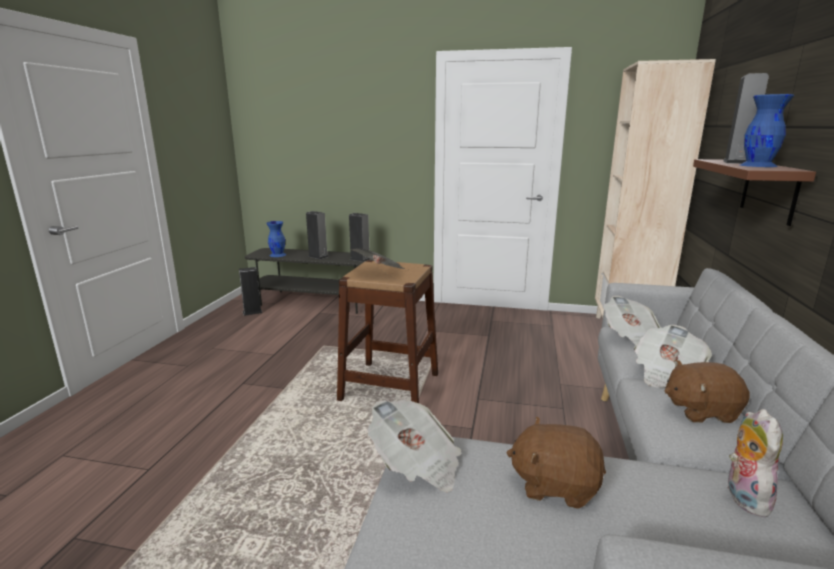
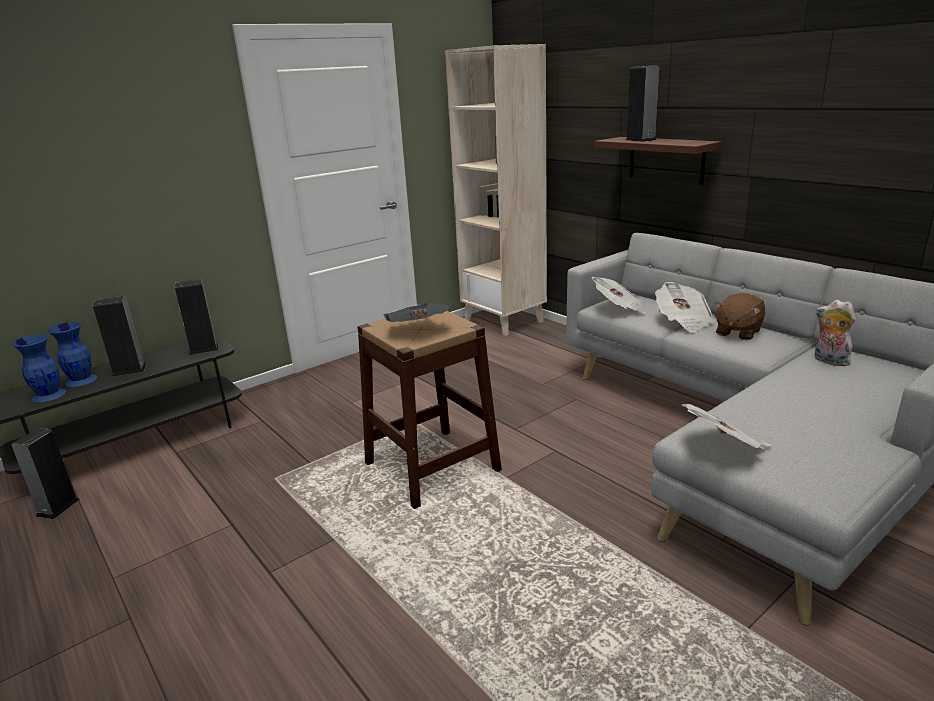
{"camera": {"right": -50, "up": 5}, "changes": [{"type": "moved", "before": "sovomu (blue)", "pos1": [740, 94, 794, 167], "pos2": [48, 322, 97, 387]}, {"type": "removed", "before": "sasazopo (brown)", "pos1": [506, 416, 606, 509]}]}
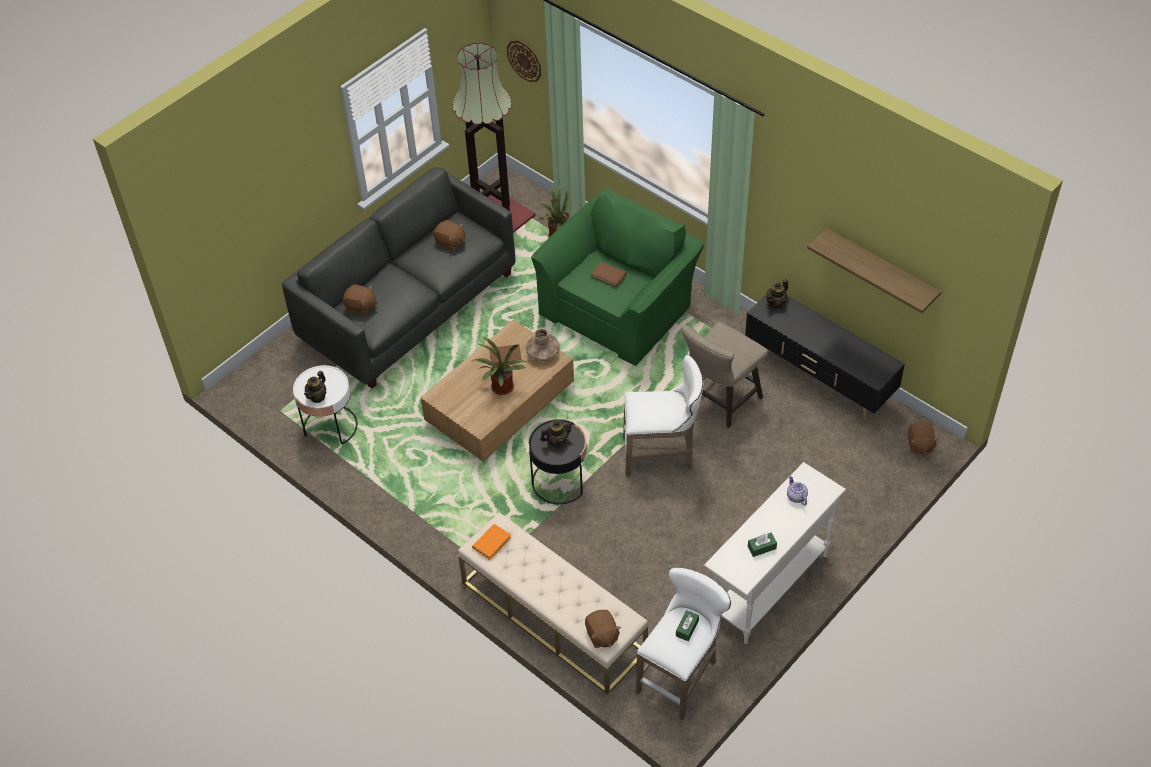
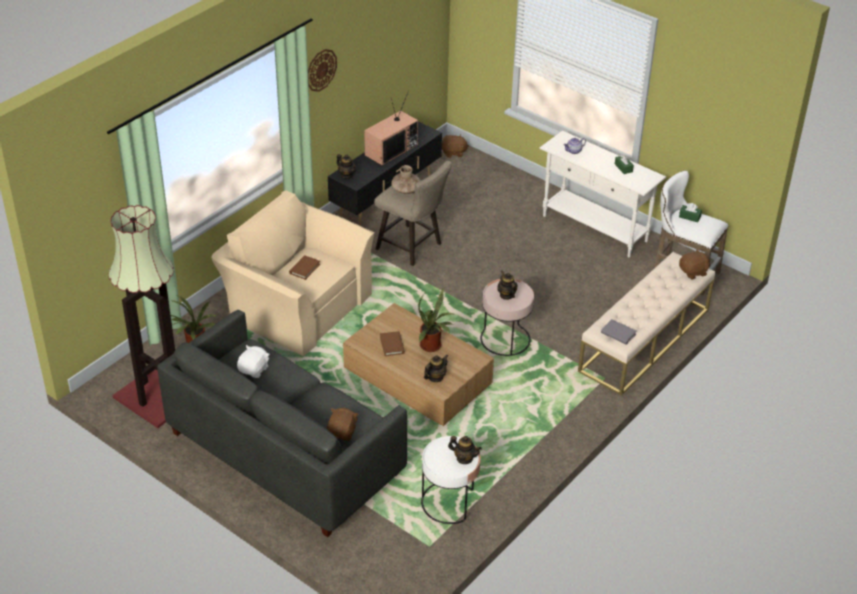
{"camera": {"right": -95, "up": -10}, "changes": [{"type": "recoloured", "before": "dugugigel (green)", "after": "dugugigel (beige)", "pos1": [531, 189, 704, 366], "pos2": [212, 191, 374, 356]}, {"type": "recoloured", "before": "sasazopo (brown)", "after": "sasazopo (white)", "pos1": [433, 220, 465, 251], "pos2": [237, 345, 270, 378]}, {"type": "moved", "before": "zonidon", "pos1": [507, 40, 541, 82], "pos2": [308, 49, 337, 92]}, {"type": "added", "after": "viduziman", "pos2": [364, 91, 418, 166]}, {"type": "moved", "before": "sovomu (brown)", "pos1": [526, 328, 560, 361], "pos2": [391, 165, 421, 194]}, {"type": "added", "after": "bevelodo", "pos2": [424, 355, 448, 382]}, {"type": "recoloured", "before": "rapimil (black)", "after": "rapimil (pink)", "pos1": [529, 419, 587, 504], "pos2": [480, 279, 534, 356]}, {"type": "recoloured", "before": "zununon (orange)", "after": "zununon (grey)", "pos1": [472, 524, 511, 560], "pos2": [601, 319, 637, 345]}, {"type": "removed", "before": "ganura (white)", "pos1": [623, 355, 703, 477]}, {"type": "removed", "before": "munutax", "pos1": [807, 228, 941, 313]}]}
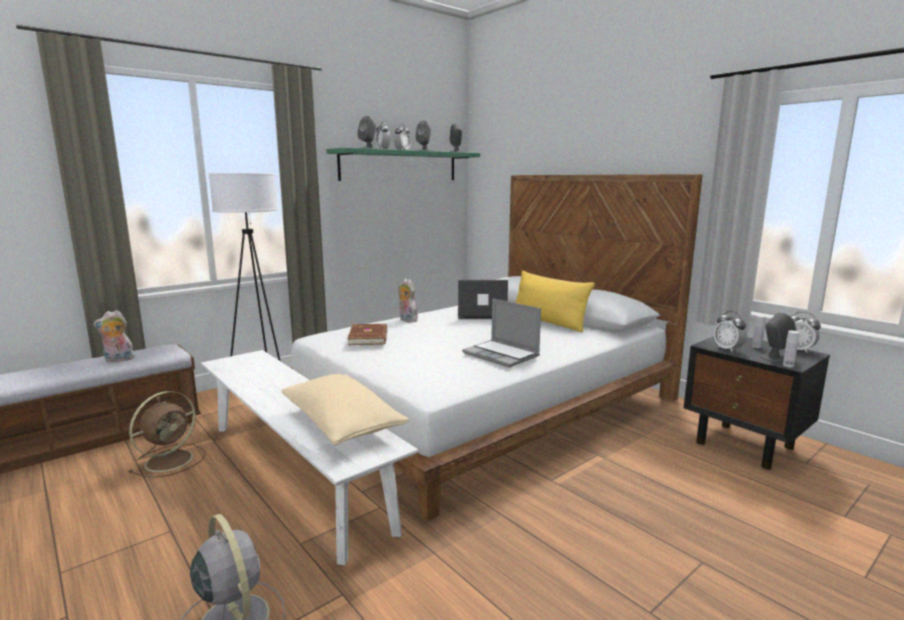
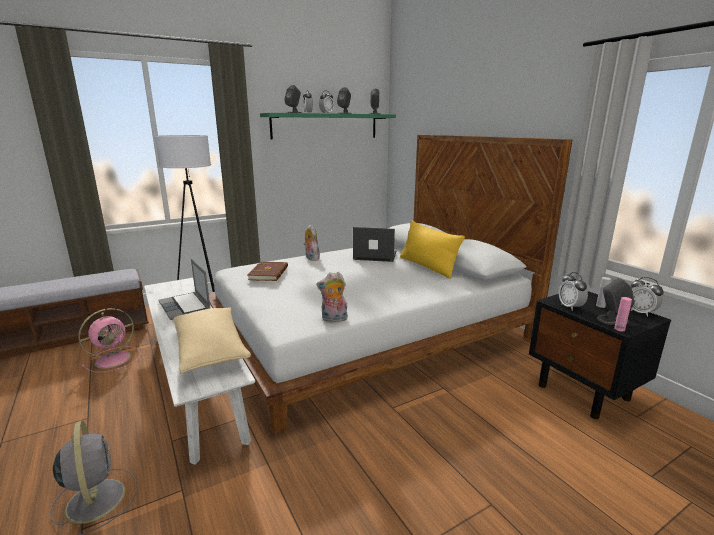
{"camera": {"right": 10, "up": 5}, "changes": [{"type": "recoloured", "before": "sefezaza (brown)", "after": "sefezaza (pink)", "pos1": [129, 391, 205, 478], "pos2": [78, 308, 141, 373]}, {"type": "moved", "before": "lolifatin", "pos1": [462, 298, 541, 368], "pos2": [158, 259, 210, 320]}, {"type": "moved", "before": "sasazopo", "pos1": [94, 310, 135, 362], "pos2": [316, 272, 348, 322]}, {"type": "recoloured", "before": "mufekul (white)", "after": "mufekul (pink)", "pos1": [783, 331, 799, 367], "pos2": [614, 297, 632, 332]}]}
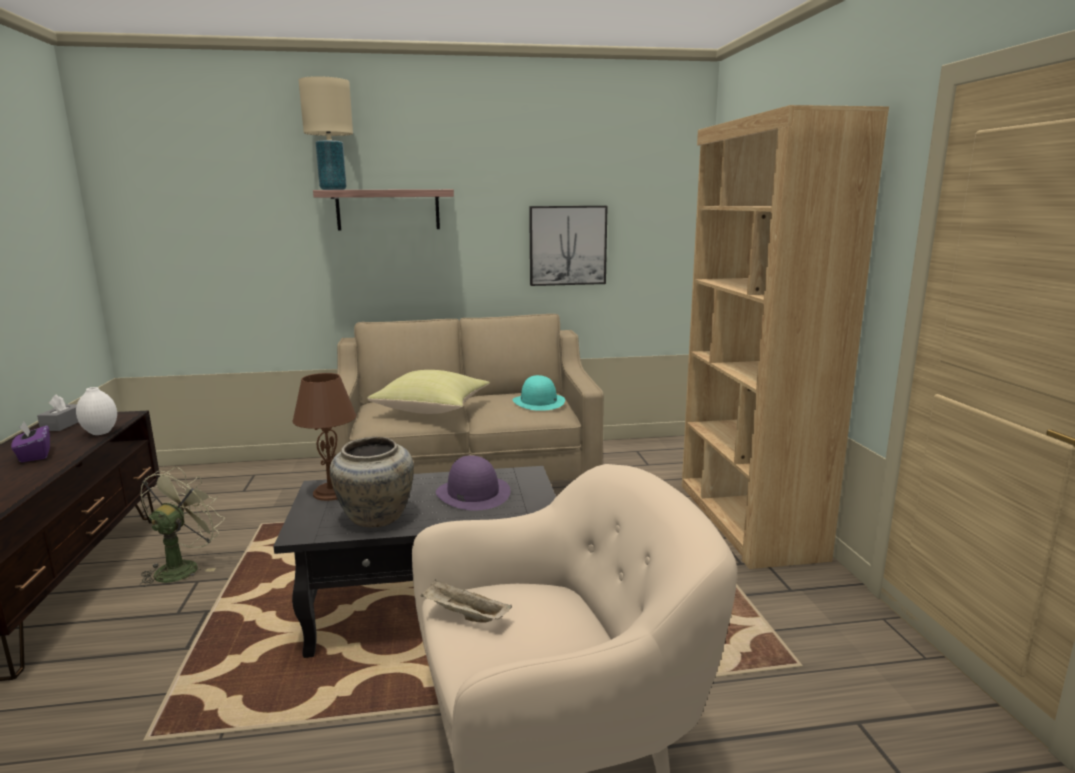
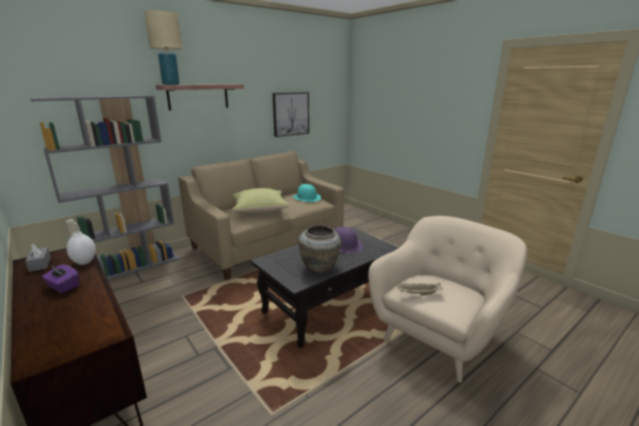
{"camera": {"right": -30, "up": 5}, "changes": [{"type": "added", "after": "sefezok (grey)", "pos2": [30, 95, 180, 280]}, {"type": "removed", "before": "sefezaza (green)", "pos1": [140, 466, 225, 587]}, {"type": "removed", "before": "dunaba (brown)", "pos1": [292, 373, 356, 501]}, {"type": "removed", "before": "sefezok (brown)", "pos1": [682, 105, 889, 569]}]}
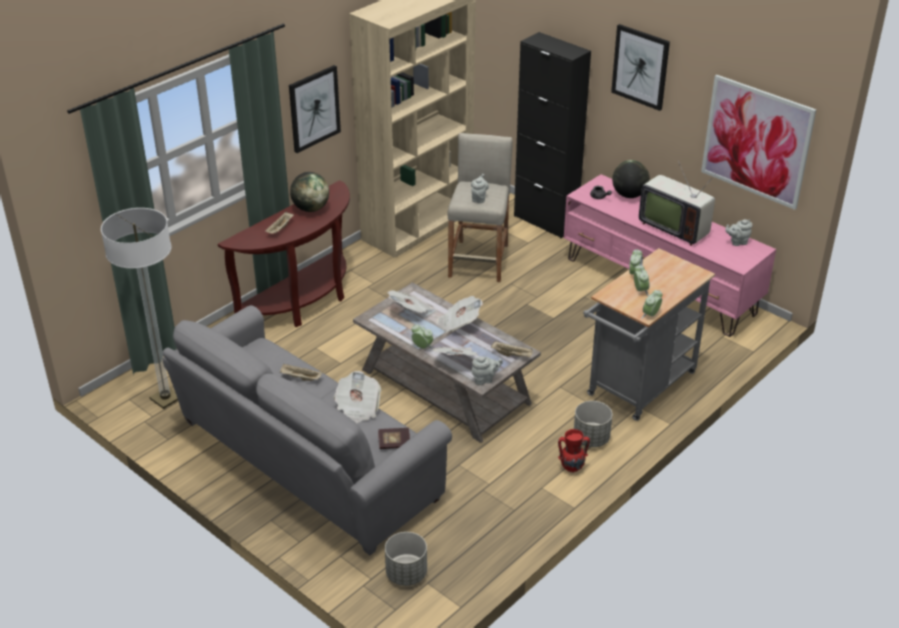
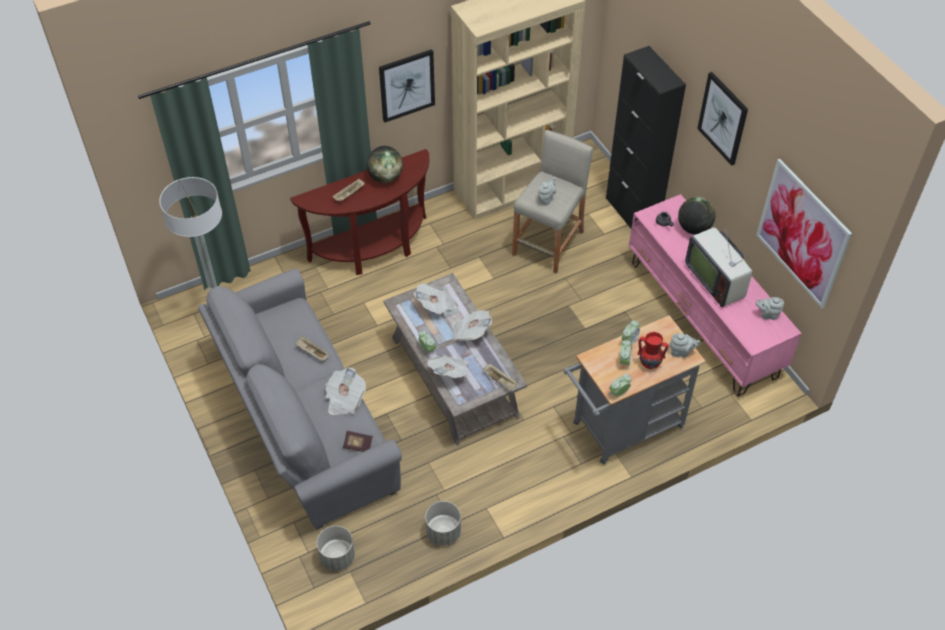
{"camera": {"right": 20, "up": 15}, "changes": [{"type": "moved", "before": "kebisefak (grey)", "pos1": [574, 401, 612, 447], "pos2": [425, 501, 461, 546]}, {"type": "moved", "before": "sovomu (red)", "pos1": [558, 429, 590, 473], "pos2": [638, 332, 669, 369]}, {"type": "moved", "before": "bevelodo (grey)", "pos1": [472, 356, 503, 385], "pos2": [670, 333, 701, 357]}]}
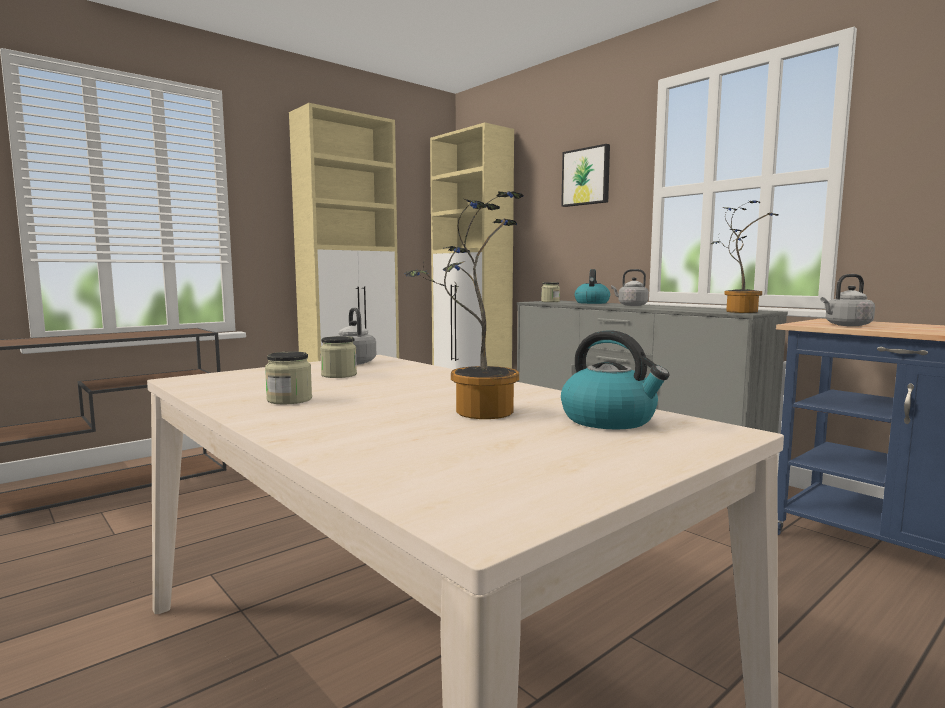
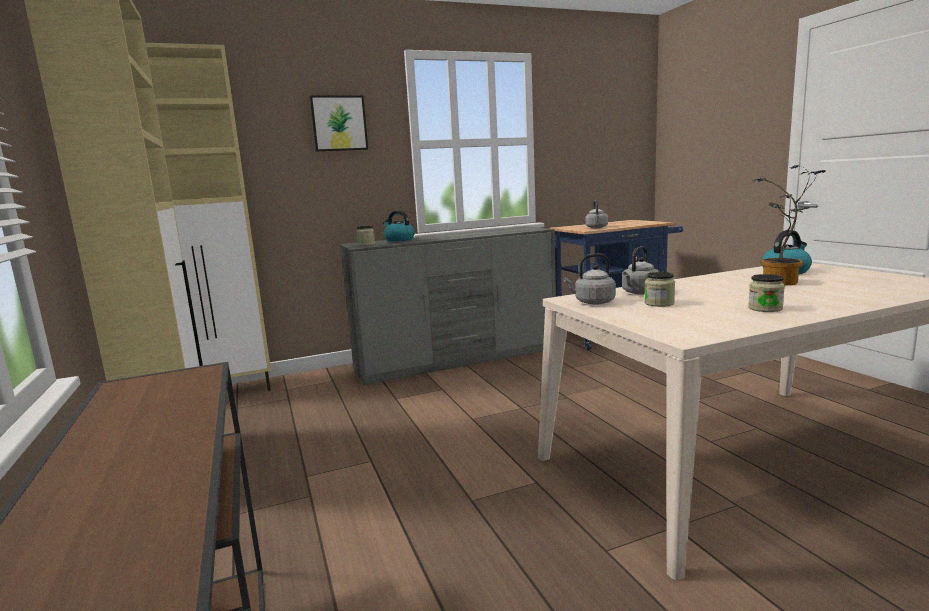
{"camera": {"right": -70, "up": 5}, "changes": [{"type": "moved", "before": "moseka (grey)", "pos1": [611, 269, 649, 306], "pos2": [622, 246, 659, 295]}, {"type": "removed", "before": "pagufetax", "pos1": [711, 200, 779, 313]}]}
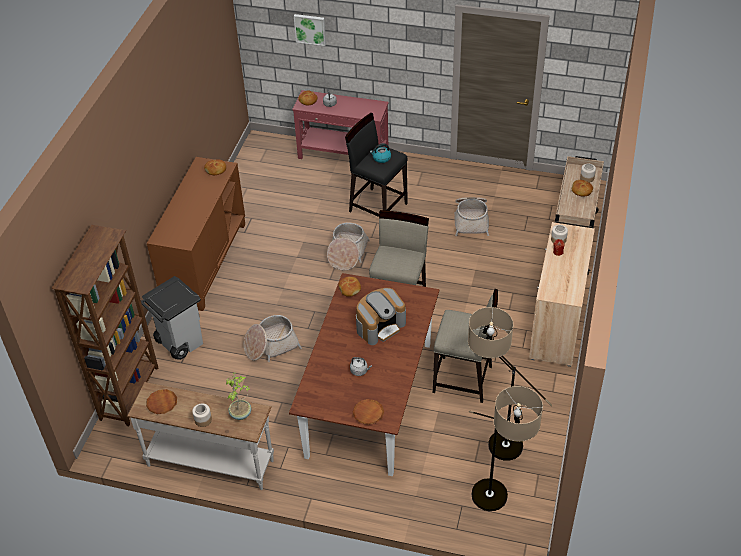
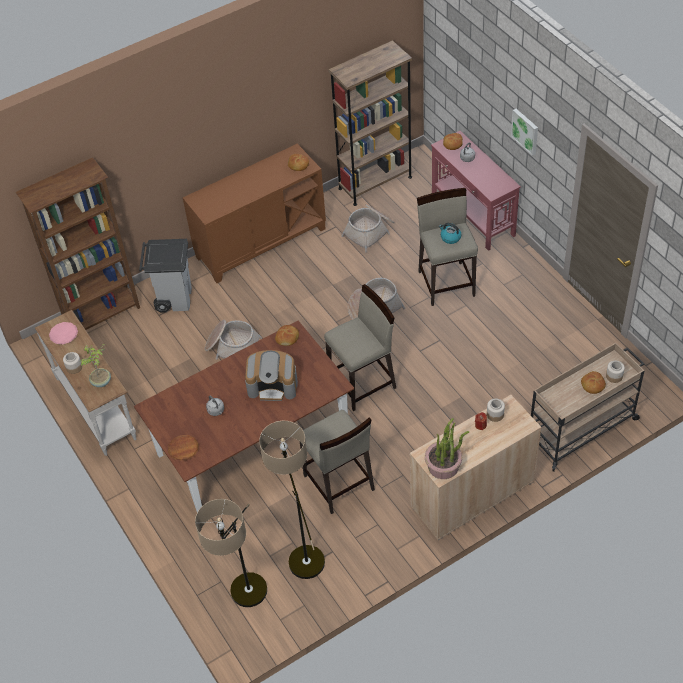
{"camera": {"right": 45, "up": 5}, "changes": [{"type": "recoloured", "before": "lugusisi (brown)", "after": "lugusisi (pink)", "pos1": [146, 389, 177, 414], "pos2": [49, 322, 78, 344]}, {"type": "added", "after": "sefezok (brown)", "pos2": [328, 40, 412, 206]}, {"type": "moved", "before": "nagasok", "pos1": [454, 197, 489, 236], "pos2": [341, 205, 394, 253]}, {"type": "recoloured", "before": "ganura (black)", "after": "ganura (beige)", "pos1": [345, 113, 408, 217], "pos2": [417, 188, 478, 306]}, {"type": "added", "after": "pagufetax", "pos2": [425, 418, 470, 479]}, {"type": "moved", "before": "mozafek", "pos1": [294, 14, 326, 46], "pos2": [511, 109, 538, 156]}]}
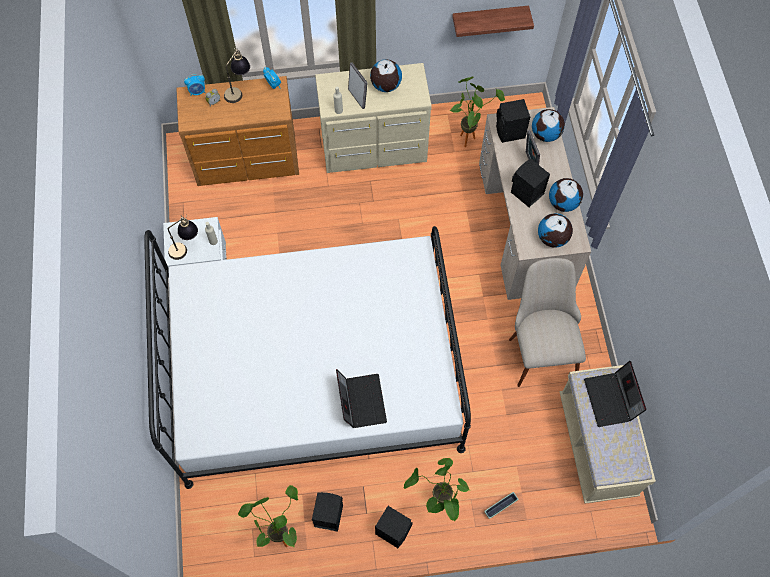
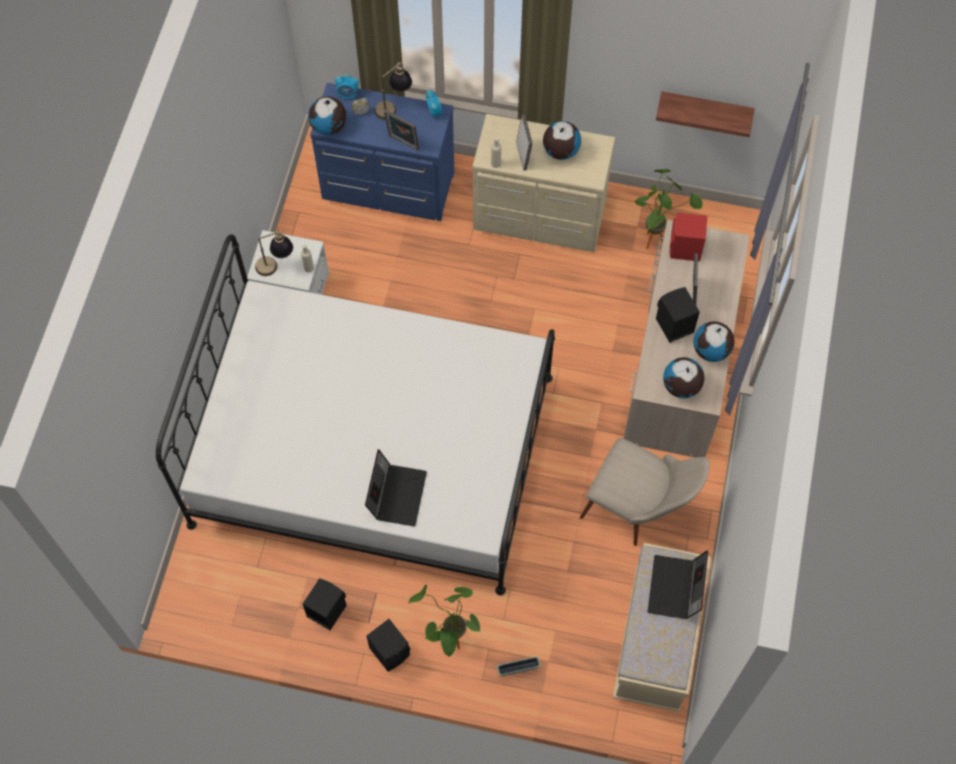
{"camera": {"right": 20, "up": 0}, "changes": [{"type": "moved", "before": "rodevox", "pos1": [532, 109, 565, 142], "pos2": [308, 96, 346, 135]}, {"type": "recoloured", "before": "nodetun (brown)", "after": "nodetun (blue)", "pos1": [176, 76, 299, 186], "pos2": [310, 83, 454, 221]}, {"type": "added", "after": "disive", "pos2": [384, 110, 419, 151]}, {"type": "turned", "before": "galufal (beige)", "pos1": [509, 258, 586, 387], "pos2": [580, 438, 710, 546], "turn": 105}, {"type": "recoloured", "before": "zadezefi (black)", "after": "zadezefi (red)", "pos1": [496, 99, 530, 143], "pos2": [670, 213, 707, 262]}, {"type": "removed", "before": "pagufetax", "pos1": [238, 485, 298, 547]}]}
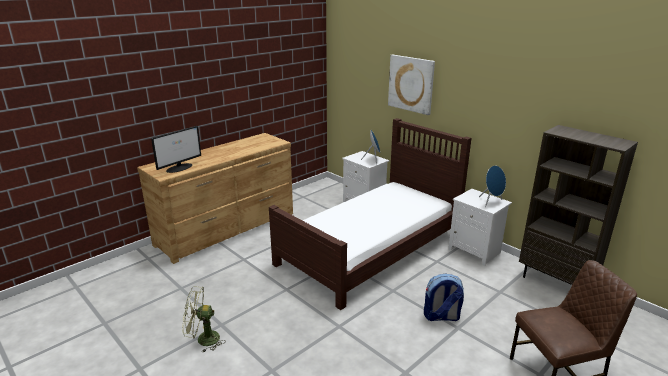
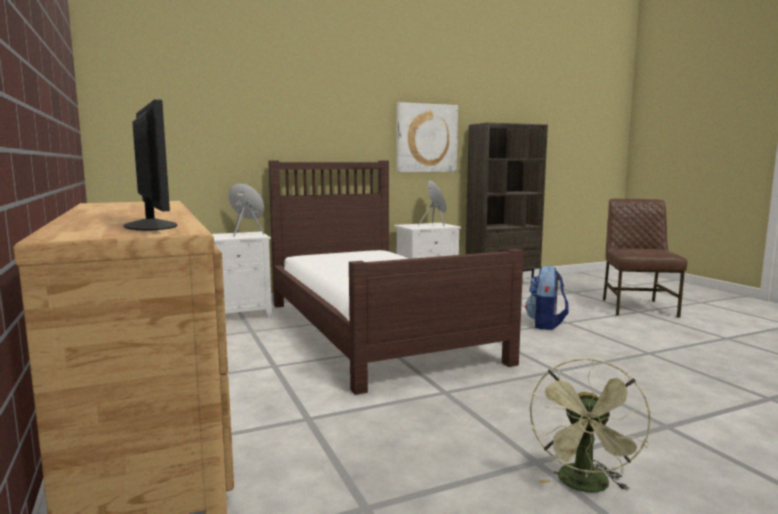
{"camera": {"right": -70, "up": -15}, "changes": [{"type": "moved", "before": "mozafek", "pos1": [388, 55, 435, 115], "pos2": [397, 102, 458, 172]}]}
